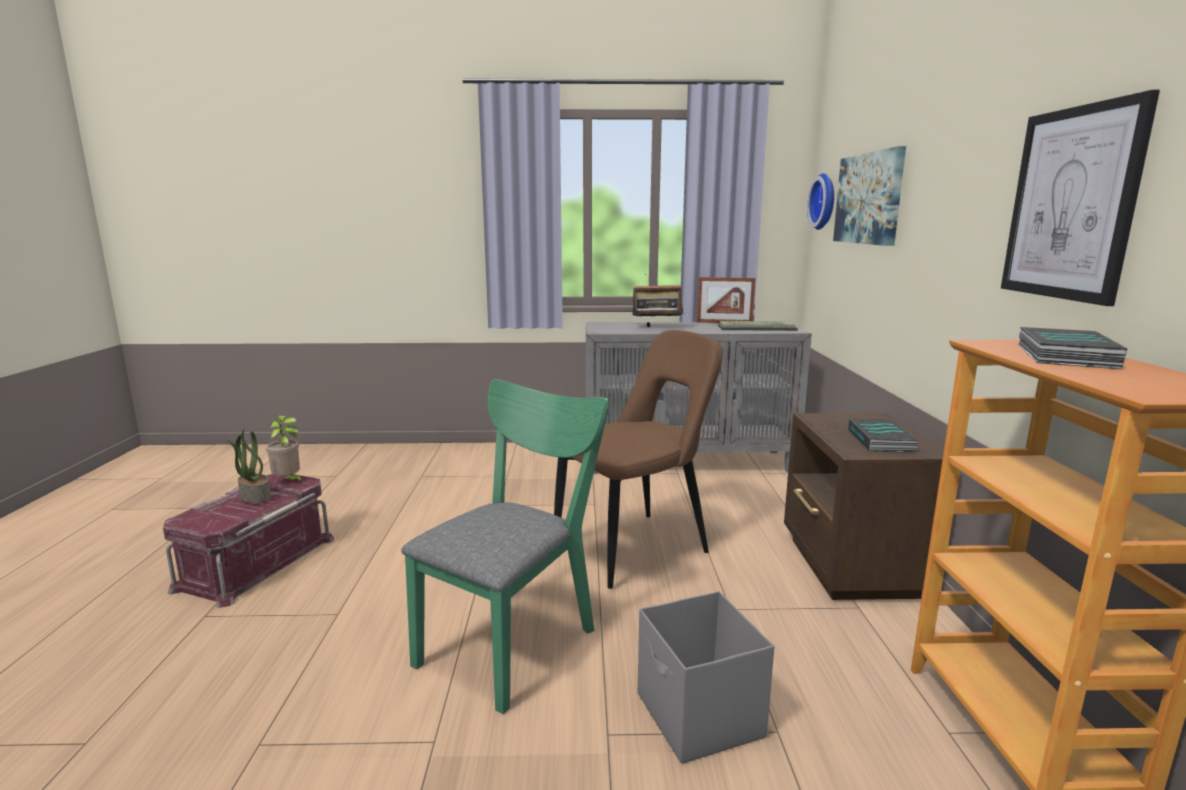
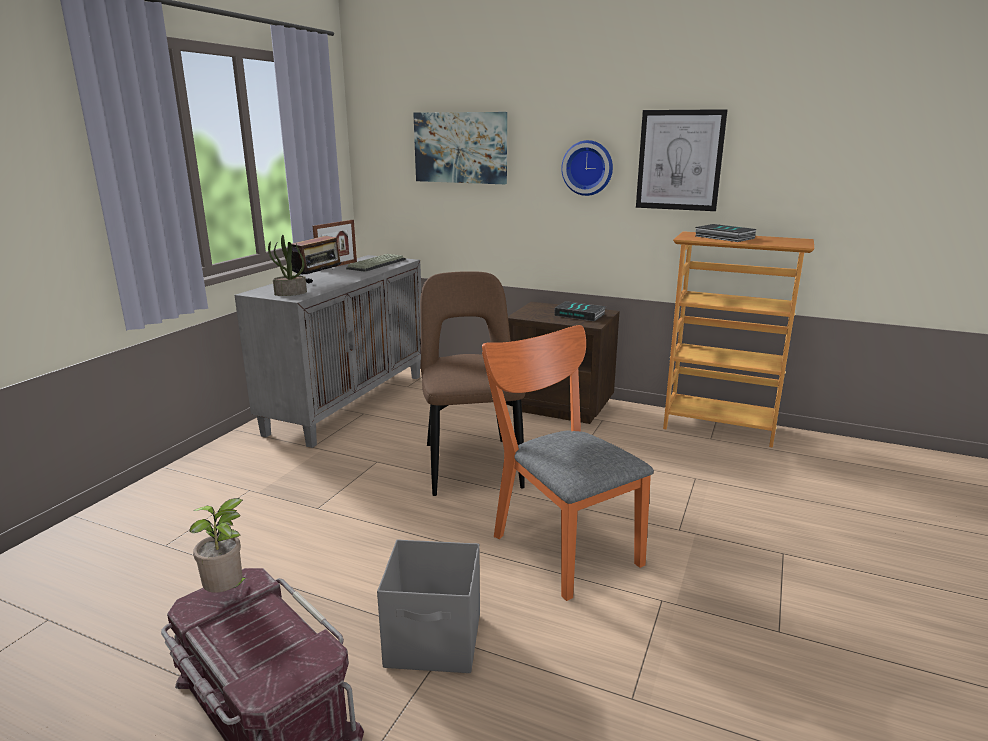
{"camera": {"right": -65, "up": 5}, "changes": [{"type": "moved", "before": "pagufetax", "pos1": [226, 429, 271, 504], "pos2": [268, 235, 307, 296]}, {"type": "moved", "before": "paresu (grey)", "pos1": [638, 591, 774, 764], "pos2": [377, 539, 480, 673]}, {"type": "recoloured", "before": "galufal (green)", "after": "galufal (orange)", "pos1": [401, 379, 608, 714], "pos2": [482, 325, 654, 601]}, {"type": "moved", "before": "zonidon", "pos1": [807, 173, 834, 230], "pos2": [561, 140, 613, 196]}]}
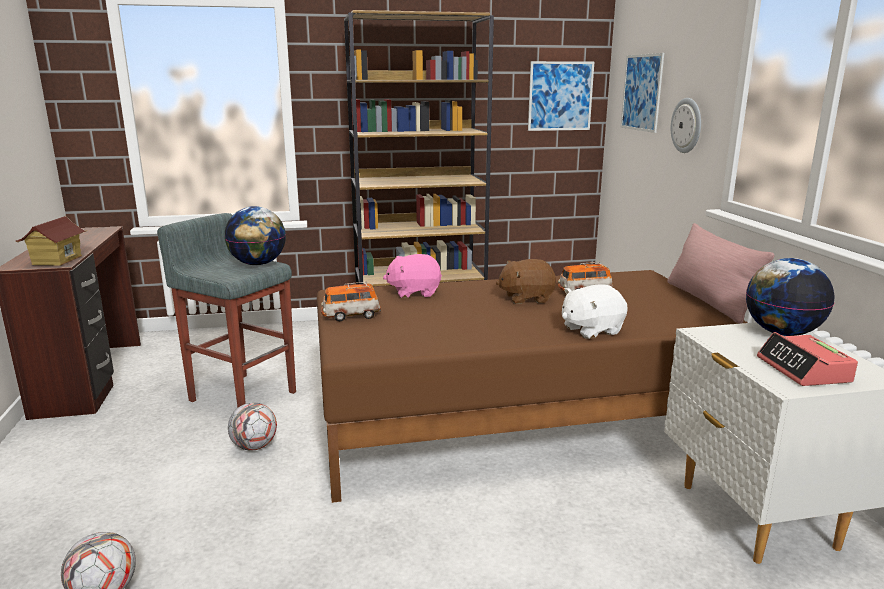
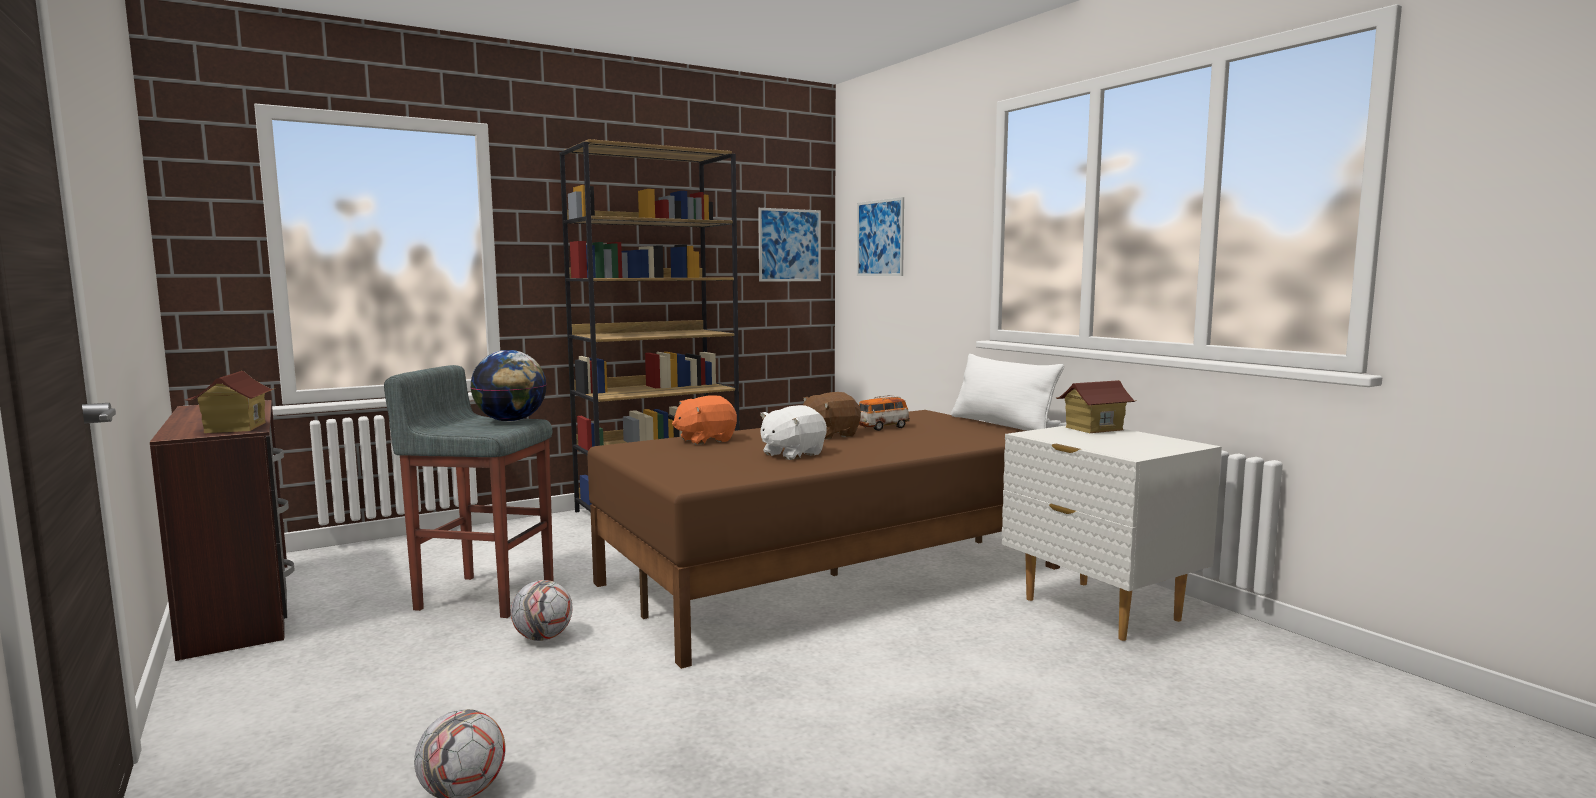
{"camera": {"right": -20, "up": -10}, "changes": [{"type": "recoloured", "before": "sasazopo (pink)", "after": "sasazopo (orange)", "pos1": [383, 254, 442, 298], "pos2": [672, 395, 737, 445]}, {"type": "moved", "before": "sasazopo (white)", "pos1": [562, 284, 628, 339], "pos2": [760, 405, 827, 460]}, {"type": "recoloured", "before": "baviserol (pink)", "after": "baviserol (white)", "pos1": [667, 223, 775, 324], "pos2": [951, 354, 1064, 431]}, {"type": "replaced", "before": "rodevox", "after": "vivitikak", "pos1": [746, 258, 835, 336], "pos2": [1055, 380, 1135, 433]}, {"type": "removed", "before": "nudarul", "pos1": [321, 282, 381, 321]}, {"type": "removed", "before": "zonidon", "pos1": [671, 98, 701, 153]}, {"type": "removed", "before": "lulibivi", "pos1": [757, 332, 858, 386]}]}
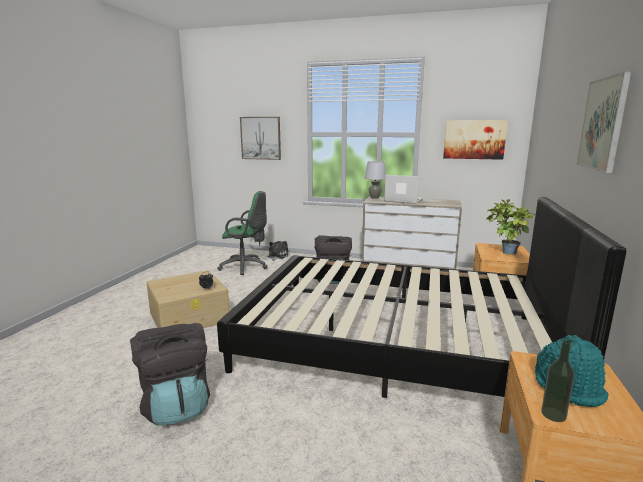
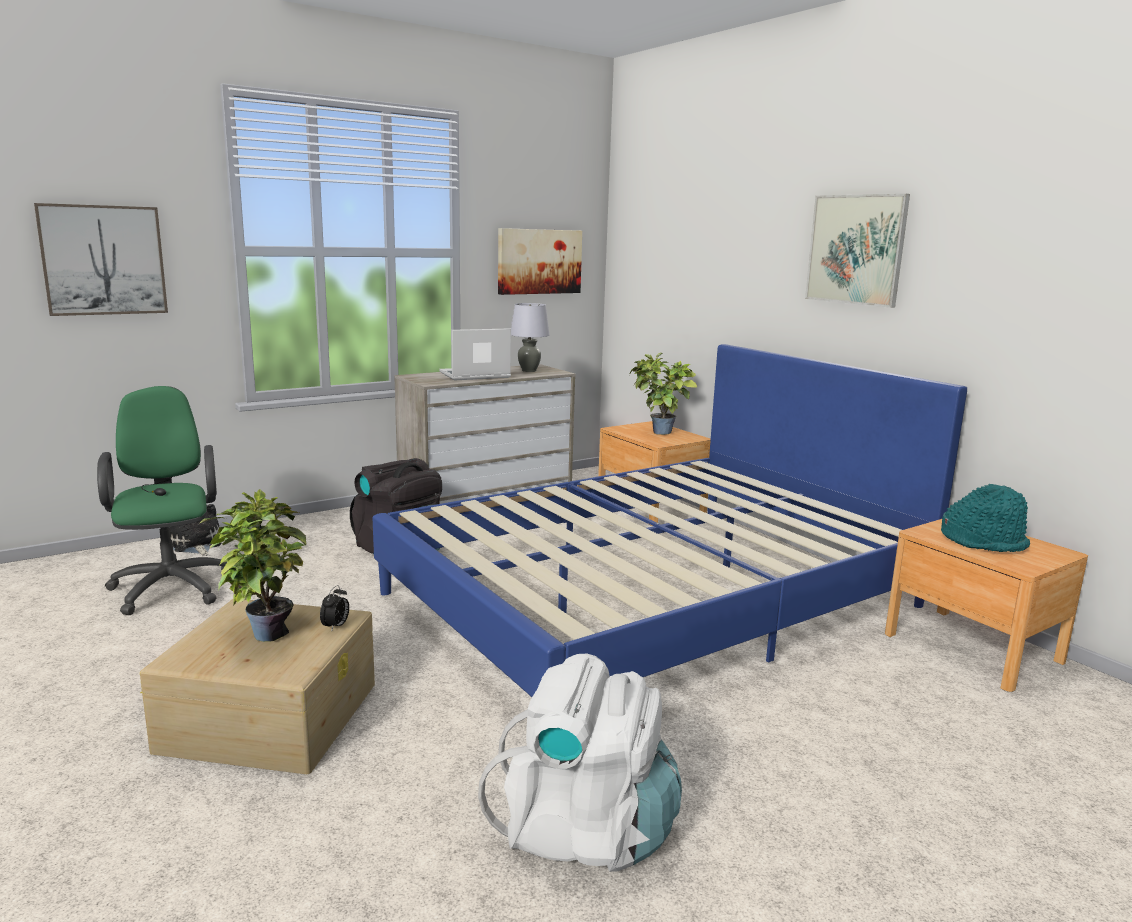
{"camera": {"right": -50, "up": 0}, "changes": [{"type": "turned", "before": "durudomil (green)", "pos1": [217, 191, 268, 275], "pos2": [97, 386, 228, 615], "turn": -75}, {"type": "added", "after": "pagufetax", "pos2": [199, 489, 306, 642]}, {"type": "recoloured", "before": "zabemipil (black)", "after": "zabemipil (blue)", "pos1": [217, 197, 626, 398], "pos2": [373, 344, 967, 697]}, {"type": "recoloured", "before": "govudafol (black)", "after": "govudafol (white)", "pos1": [130, 323, 210, 426], "pos2": [478, 654, 682, 872]}, {"type": "moved", "before": "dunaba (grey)", "pos1": [365, 161, 386, 199], "pos2": [511, 303, 550, 372]}, {"type": "removed", "before": "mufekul", "pos1": [541, 340, 575, 422]}]}
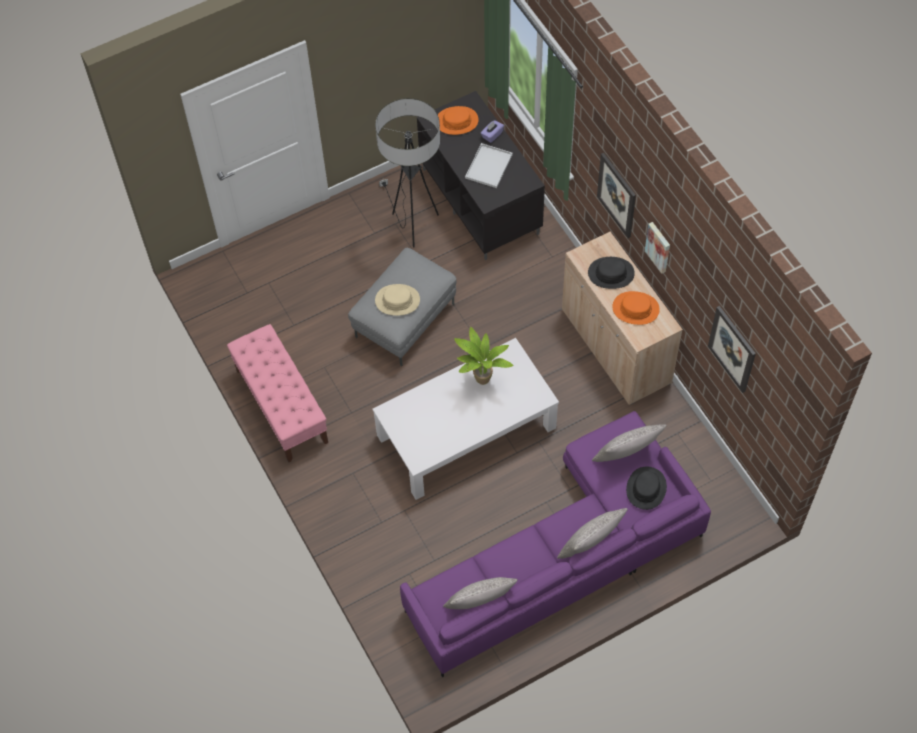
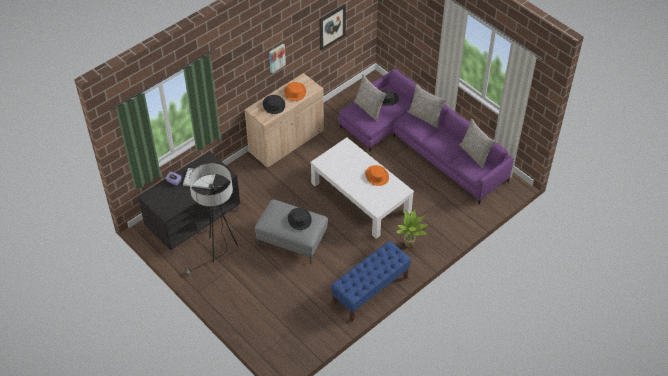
{"camera": {"right": -105, "up": -10}, "changes": [{"type": "recoloured", "before": "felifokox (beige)", "after": "felifokox (black)", "pos1": [375, 284, 420, 316], "pos2": [288, 208, 312, 230]}, {"type": "recoloured", "before": "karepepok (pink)", "after": "karepepok (blue)", "pos1": [227, 324, 328, 463], "pos2": [331, 241, 411, 322]}, {"type": "moved", "before": "felifokox (orange)", "pos1": [438, 106, 479, 135], "pos2": [365, 165, 389, 186]}, {"type": "moved", "before": "pagufetax", "pos1": [454, 327, 513, 385], "pos2": [397, 209, 428, 247]}, {"type": "removed", "before": "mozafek", "pos1": [597, 153, 636, 238]}]}
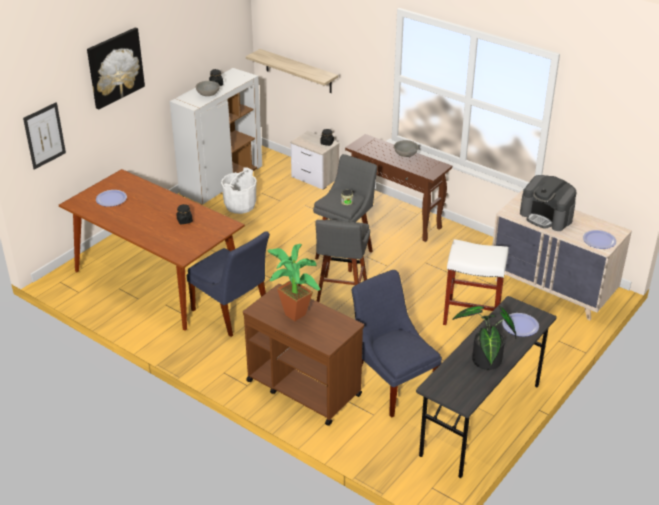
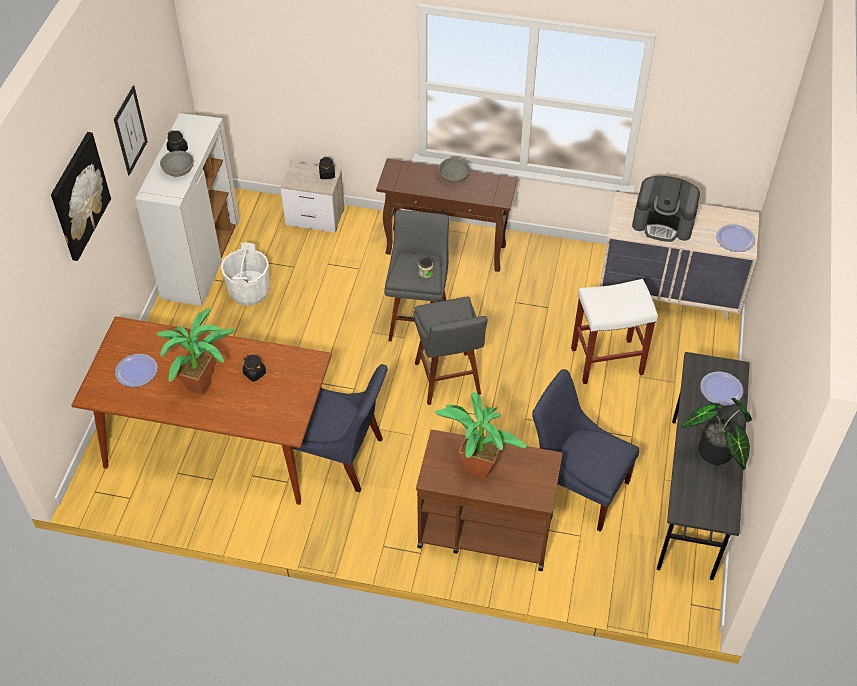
{"camera": {"right": -25, "up": 15}, "changes": [{"type": "moved", "before": "mozafek", "pos1": [23, 102, 66, 170], "pos2": [114, 85, 148, 176]}, {"type": "added", "after": "pagufetax", "pos2": [156, 308, 235, 395]}, {"type": "removed", "before": "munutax", "pos1": [246, 49, 338, 93]}]}
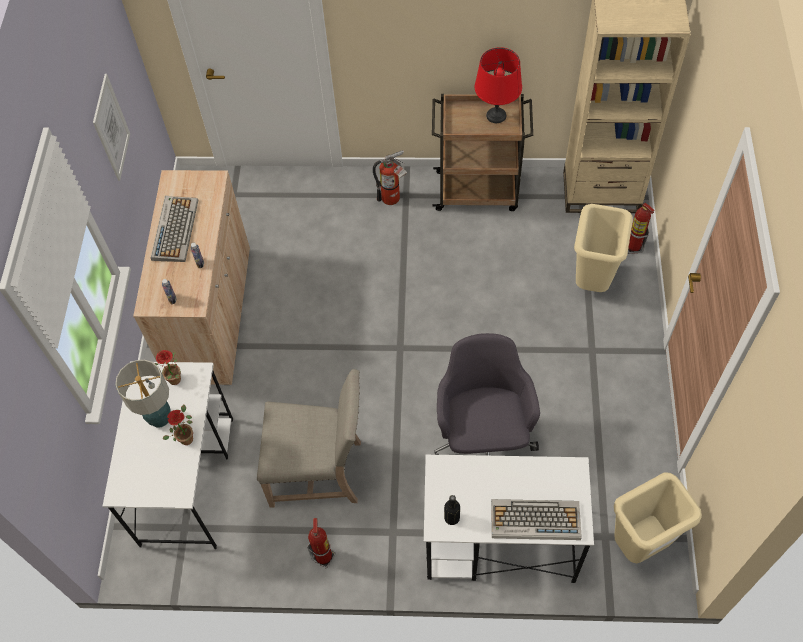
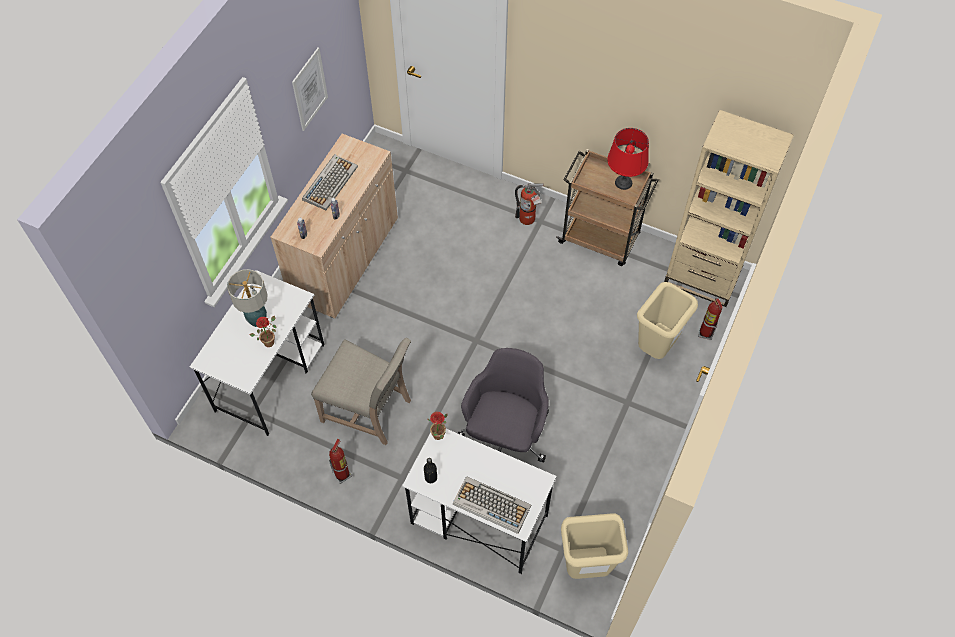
{"camera": {"right": 20, "up": 0}, "changes": [{"type": "moved", "before": "pagufetax", "pos1": [154, 350, 181, 385], "pos2": [428, 412, 448, 440]}]}
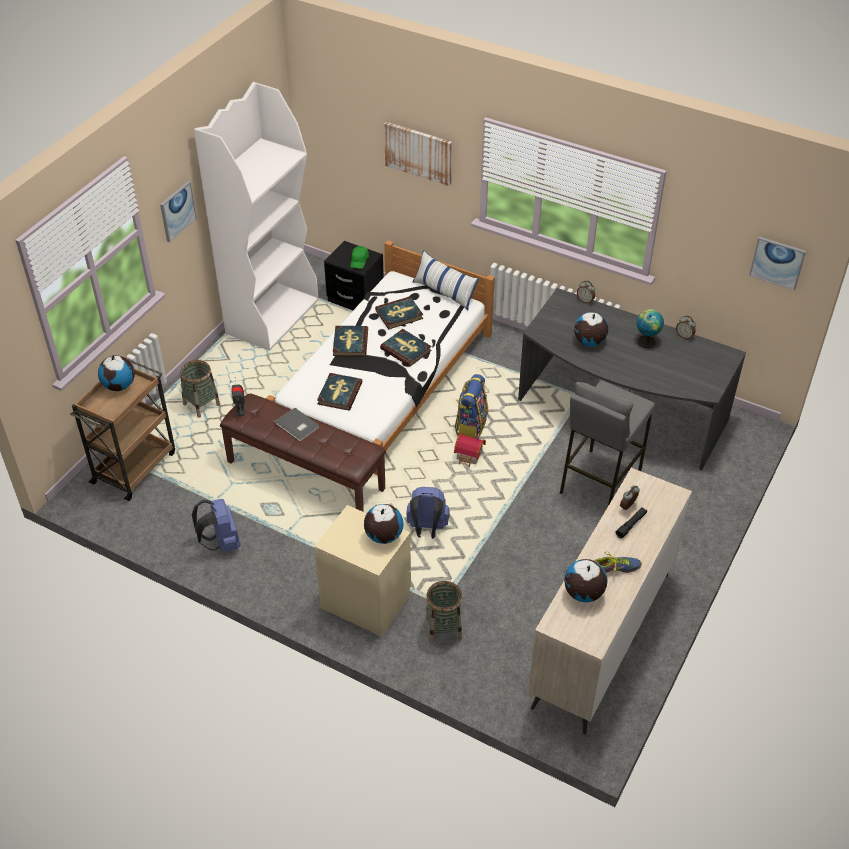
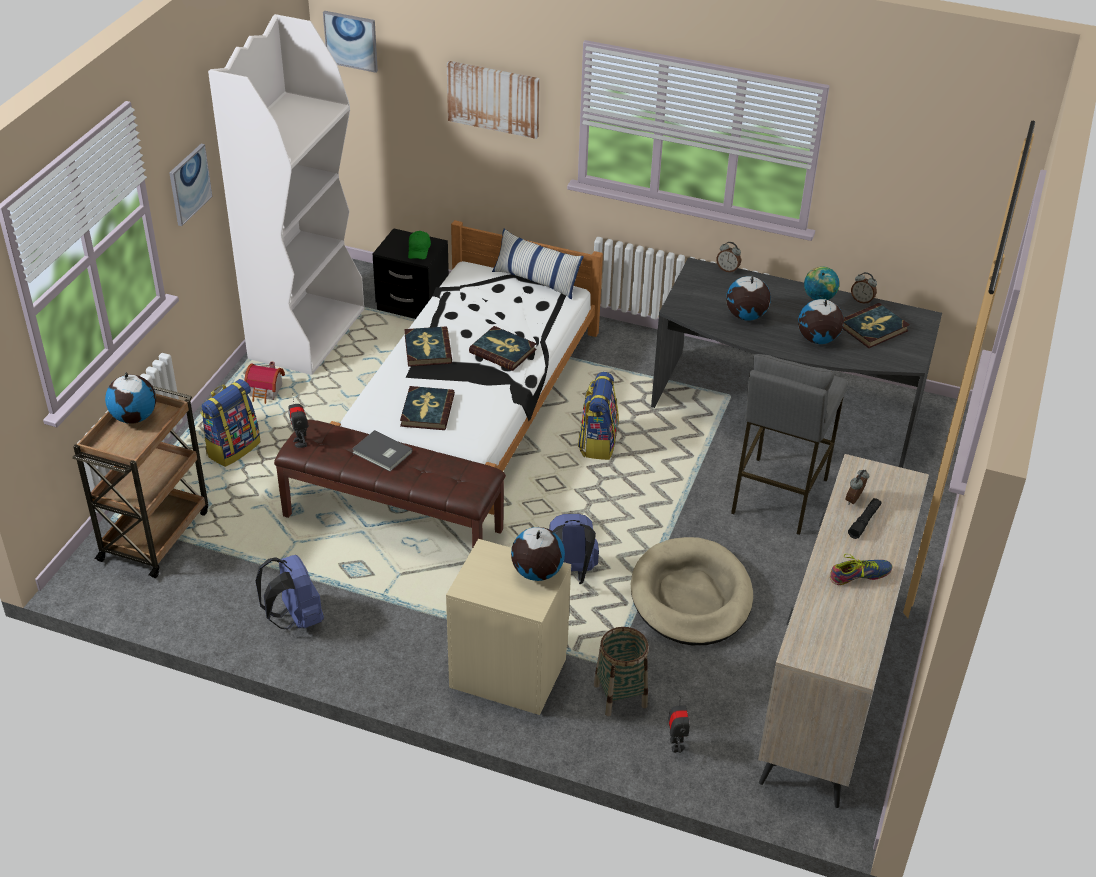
{"camera": {"right": -10, "up": -5}, "changes": [{"type": "replaced", "before": "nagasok", "after": "govudafol", "pos1": [180, 360, 220, 418], "pos2": [200, 379, 260, 467]}, {"type": "moved", "before": "vivitikak", "pos1": [454, 433, 486, 467], "pos2": [244, 361, 285, 404]}, {"type": "moved", "before": "mozafek", "pos1": [749, 237, 806, 290], "pos2": [323, 11, 378, 73]}, {"type": "added", "after": "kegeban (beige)", "pos2": [631, 537, 753, 645]}, {"type": "added", "after": "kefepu", "pos2": [668, 696, 690, 753]}, {"type": "moved", "before": "rodevox", "pos1": [564, 559, 607, 602], "pos2": [798, 298, 844, 344]}, {"type": "moved", "before": "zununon", "pos1": [375, 296, 423, 329], "pos2": [843, 303, 910, 348]}]}
